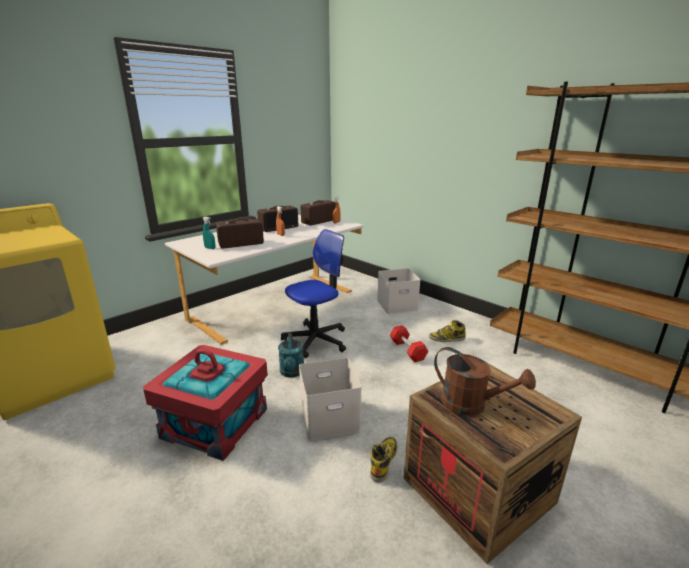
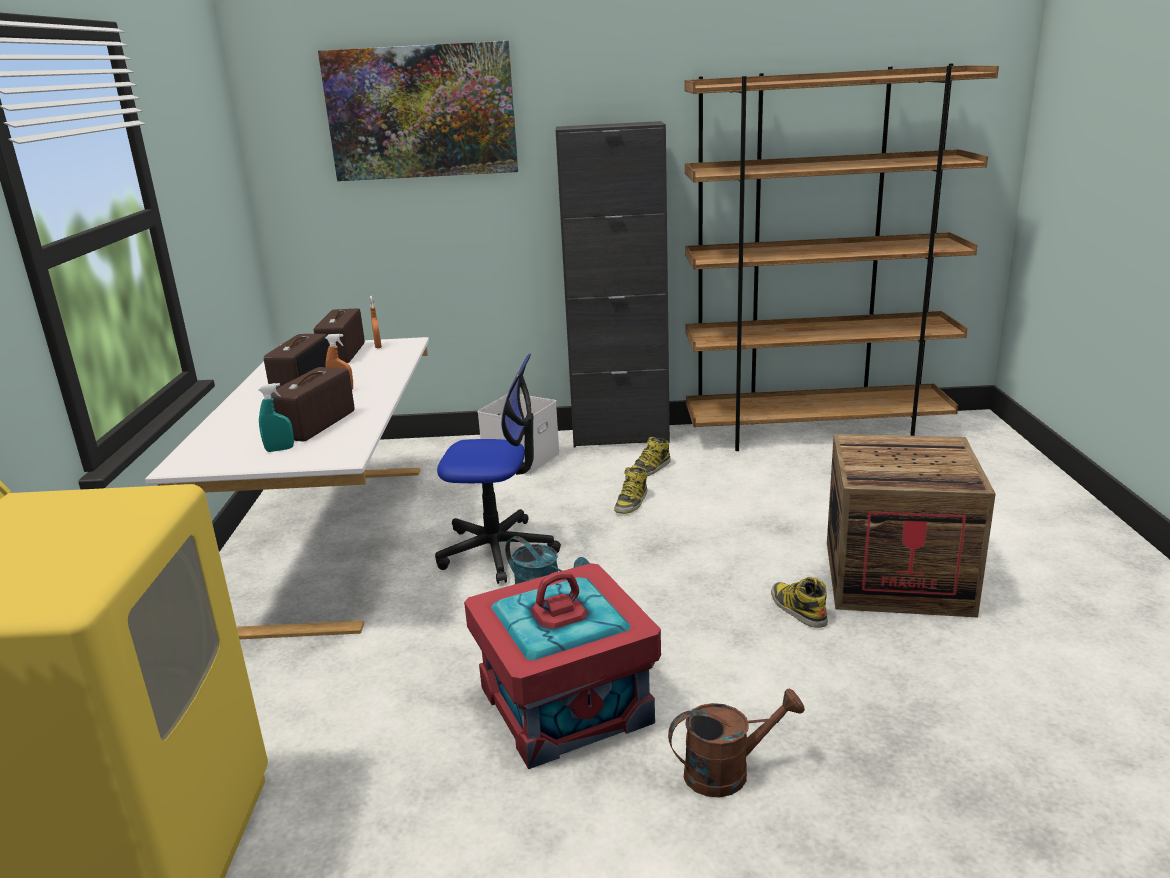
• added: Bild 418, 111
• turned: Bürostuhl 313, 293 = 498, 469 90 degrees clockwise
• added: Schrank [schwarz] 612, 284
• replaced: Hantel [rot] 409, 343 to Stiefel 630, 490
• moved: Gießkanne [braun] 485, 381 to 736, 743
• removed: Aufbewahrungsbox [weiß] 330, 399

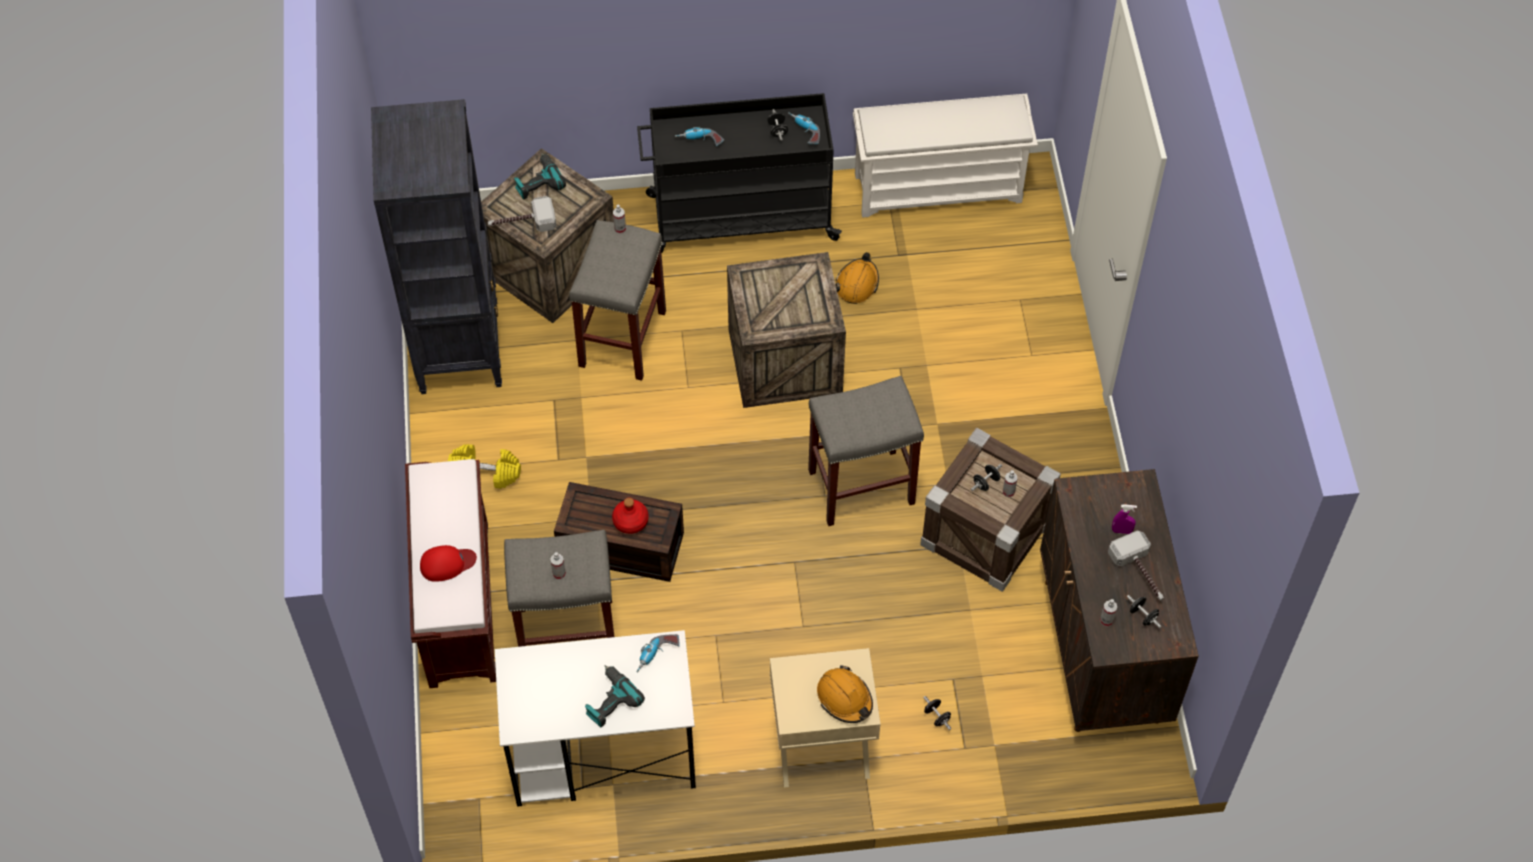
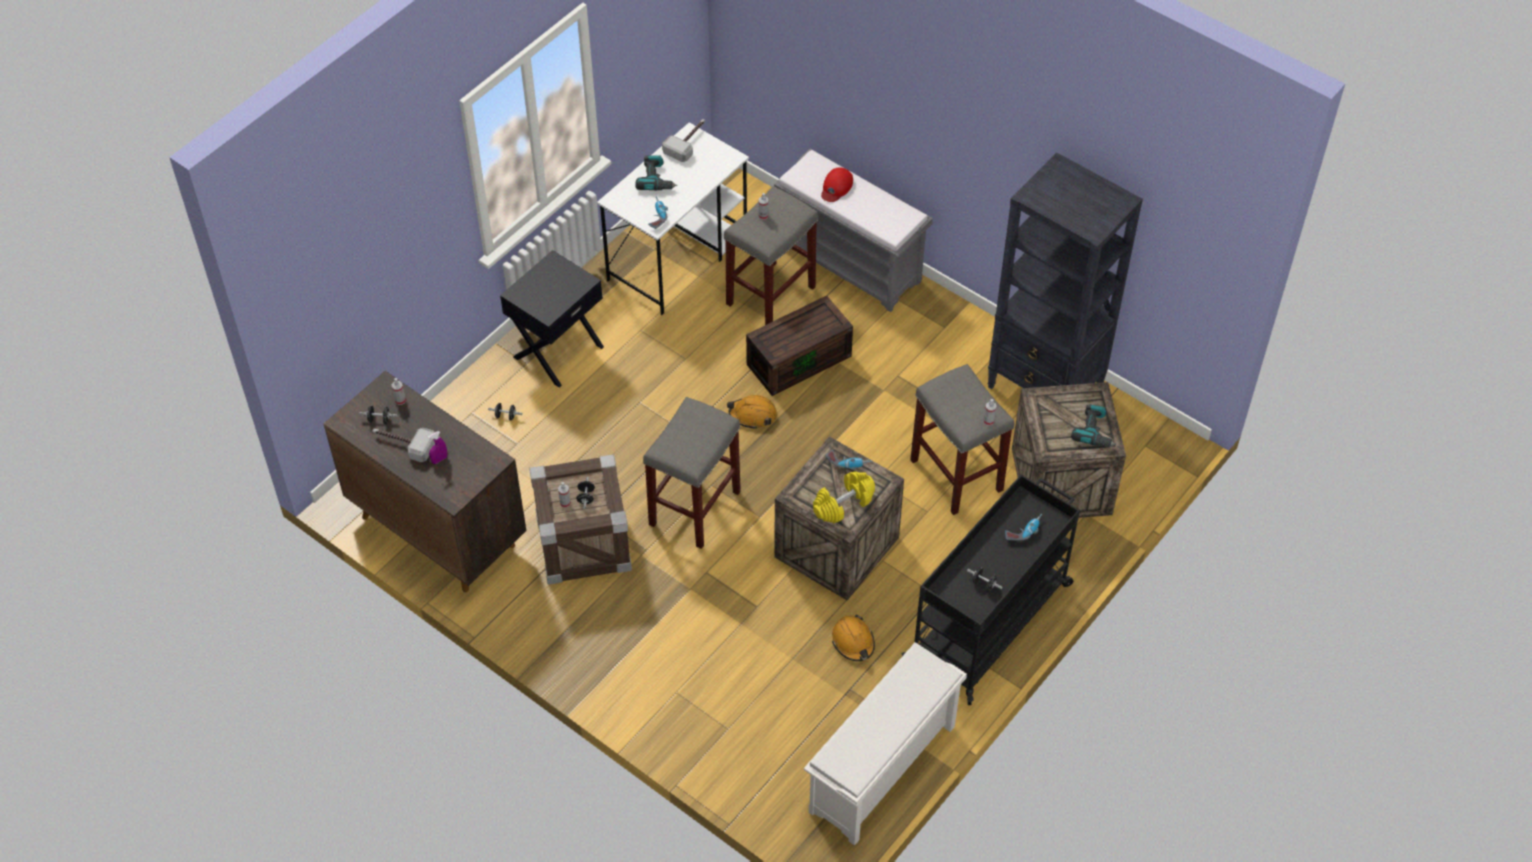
• recoloured: Nachttisch [beige] 825, 717 to Nachttisch [schwarz] 552, 319
• moved: Hammer 522, 214 to 683, 140
• moved: Schutzhelm [orange] 845, 694 to 752, 412
• recoloured: Bank [braun] 450, 573 to Bank [grau] 853, 230
• moved: Hantel [gelb] 484, 466 to 844, 498
• moved: Bohrmaschine 804, 128 to 849, 460
• removed: Flasche [rot] 630, 516

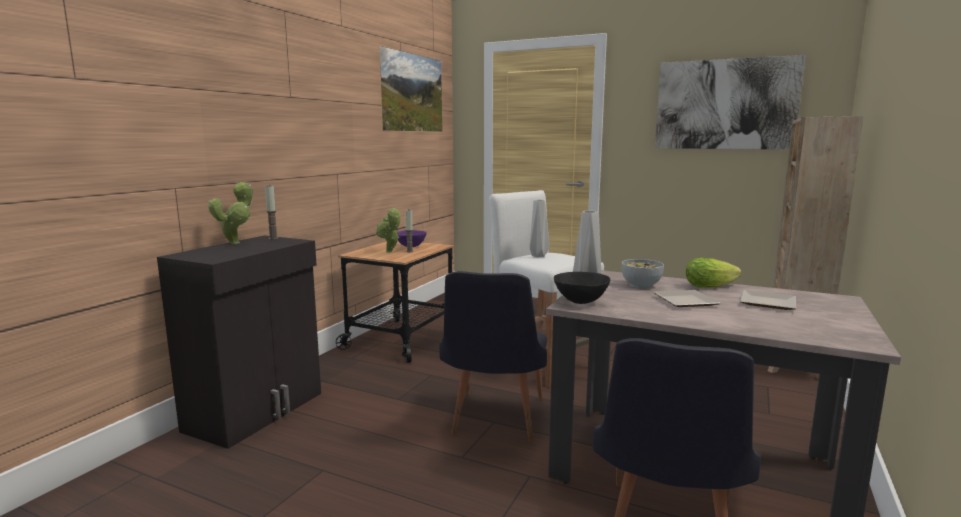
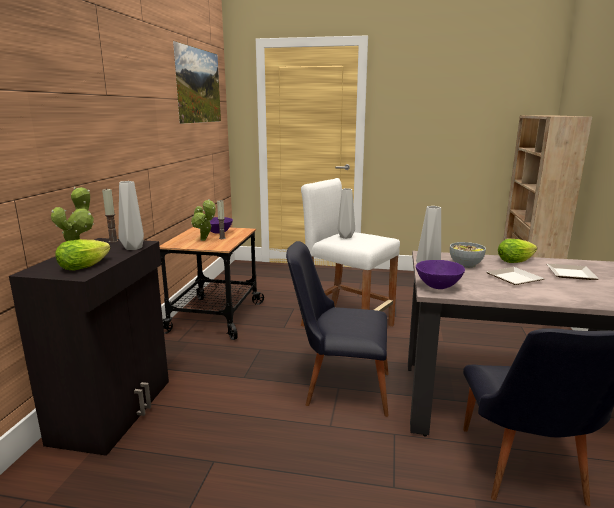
• added: Salatkopf 82, 254
• added: Vase [grau] 131, 215
• turned: Stuhl [schwarz] 493, 356 = 337, 329 105 degrees clockwise
• recoloured: Schüssel [schwarz] 582, 288 to Schüssel [lila] 440, 274
• removed: Bild 730, 102

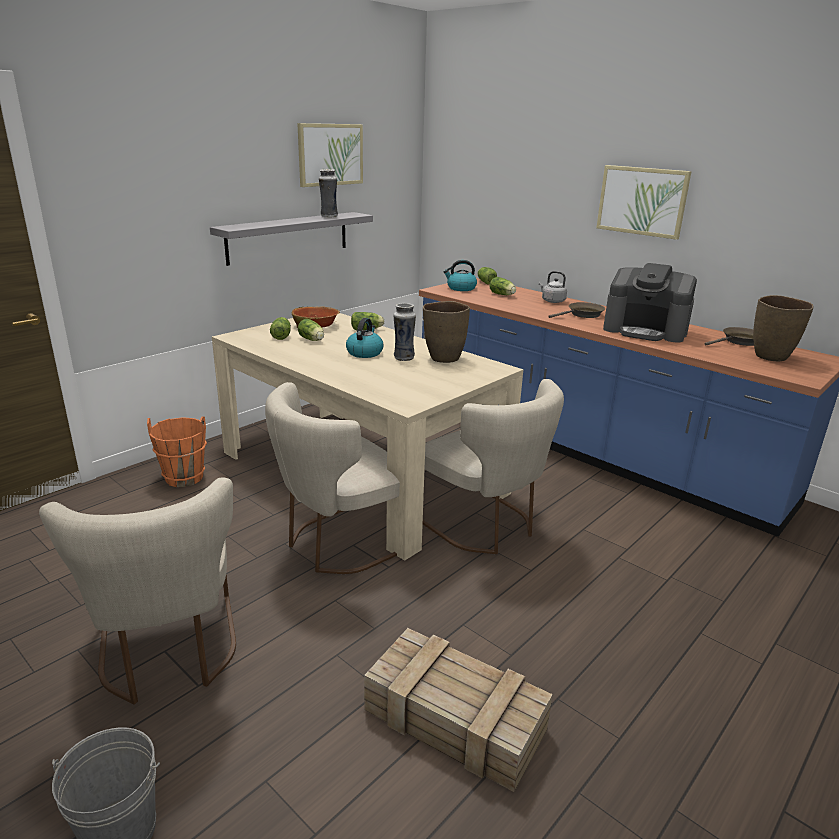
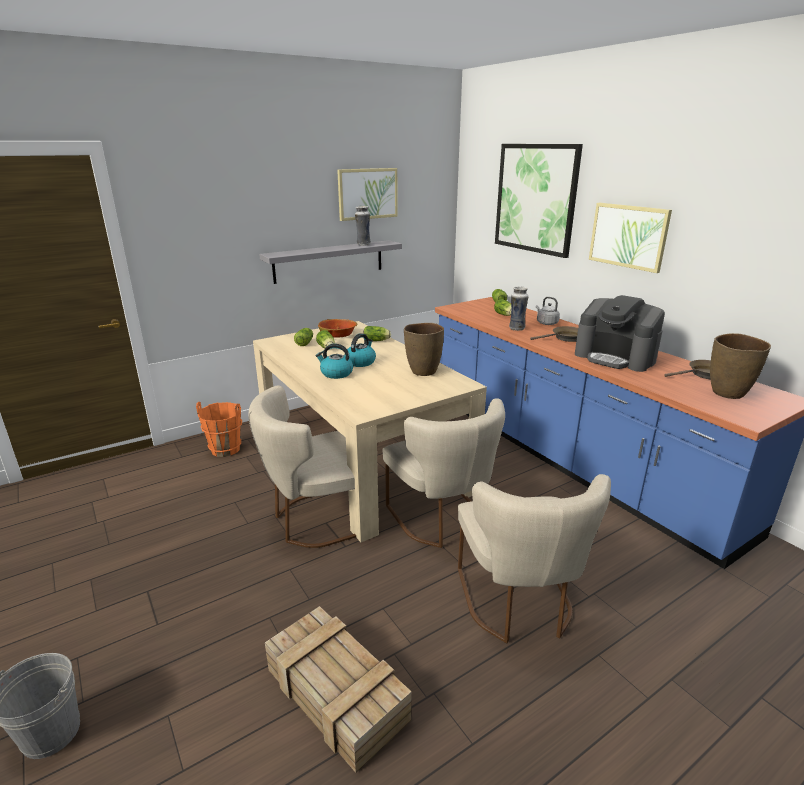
• moved: Wasserkessel 460, 275 to 334, 361
• moved: Stuhl [beige] 137, 591 to 534, 558
• added: Bild 539, 201
• moved: Vase 404, 332 to 518, 308

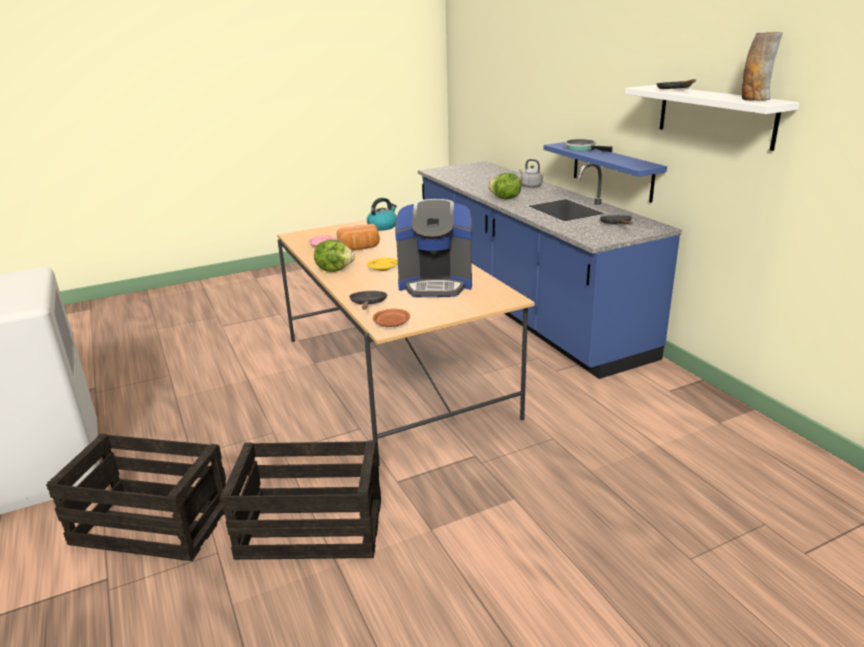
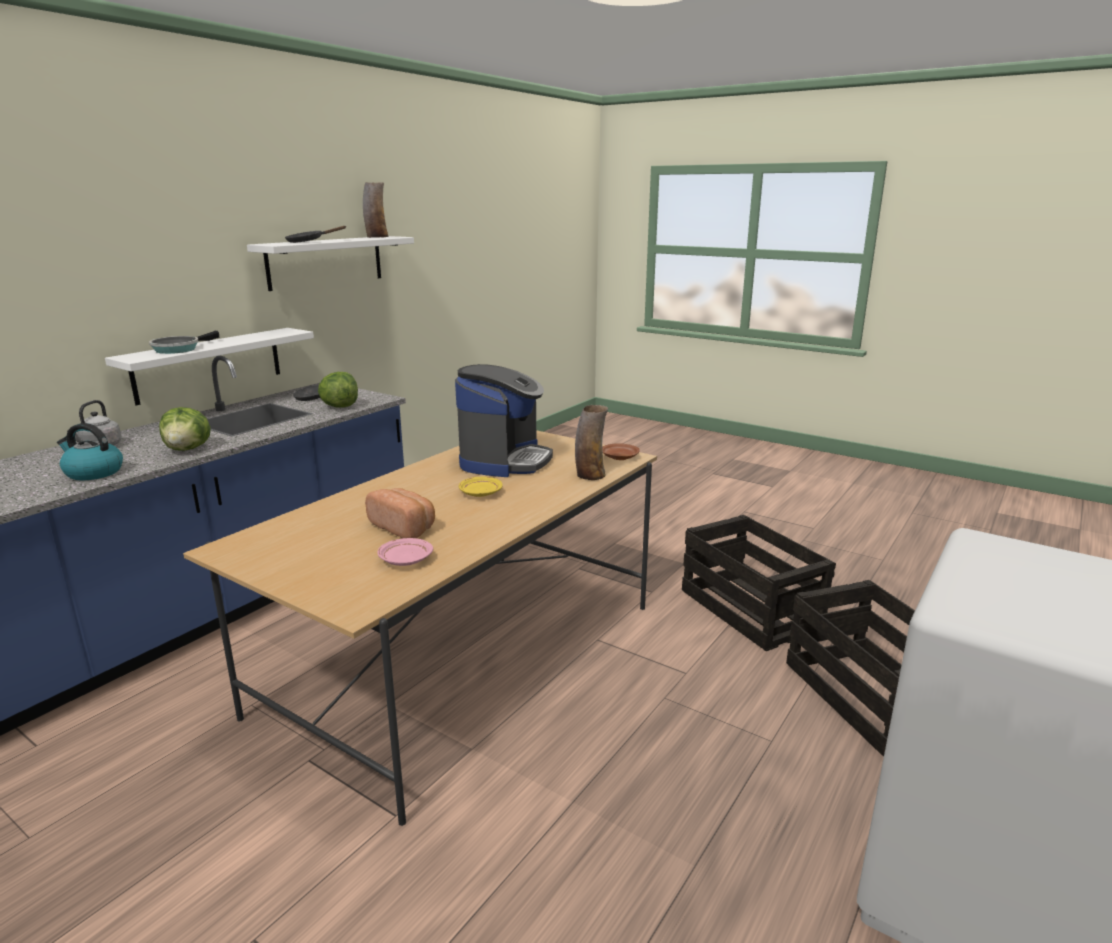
• moved: Wasserkessel 382, 214 to 90, 451
• recoloured: Wandregal [blau] 605, 172 to Wandregal [weiß] 209, 367
• moved: Salatkopf 334, 255 to 338, 390
• turned: Kaffeemaschine 433, 248 = 504, 420 45 degrees clockwise
• replaced: Pfanne [schwarz] 368, 300 to Vase 591, 442

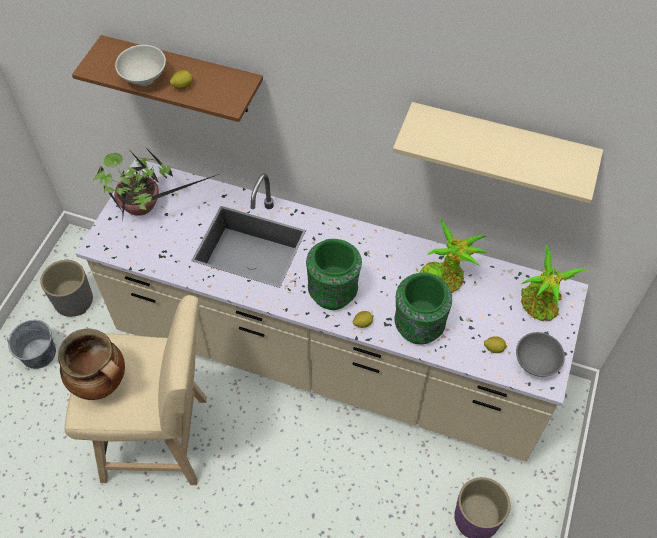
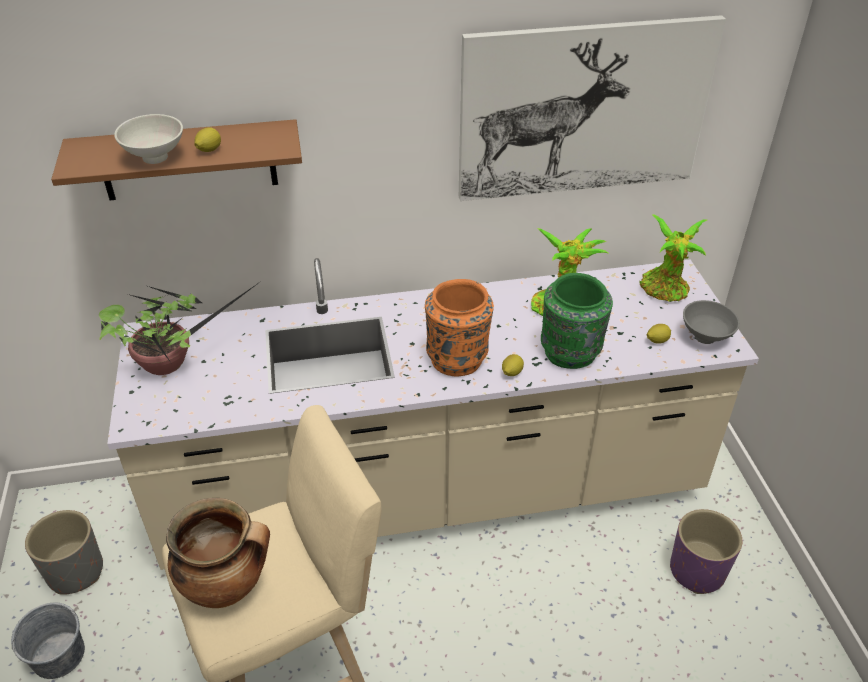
• recoloured: Vase [grün] 334, 274 to Vase [orange] 459, 327
• replaced: Wandregal [beige] 498, 152 to Bild 592, 108

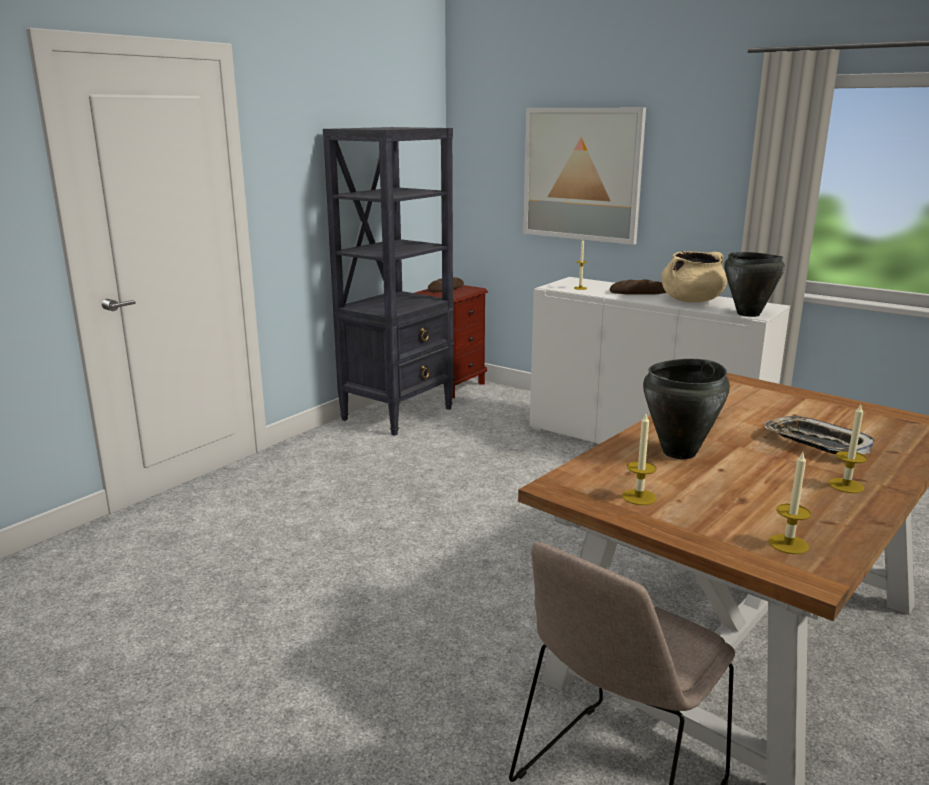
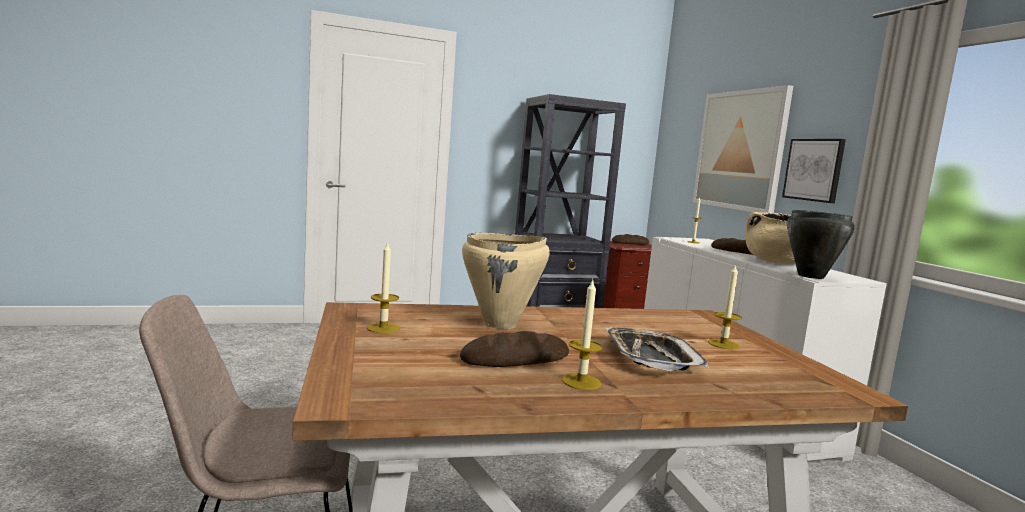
• added: Brot 514, 349
• recoloured: Kochtopf [schwarz] 686, 409 to Kochtopf [beige] 506, 281
• moved: Kerze 789, 503 to 725, 306
• added: Bild 814, 171

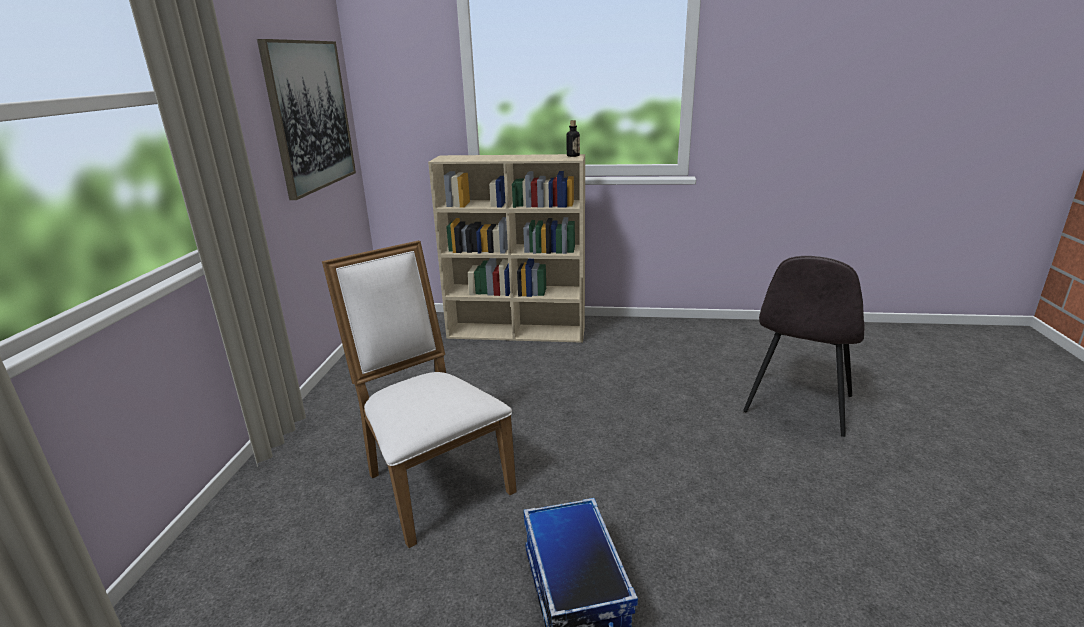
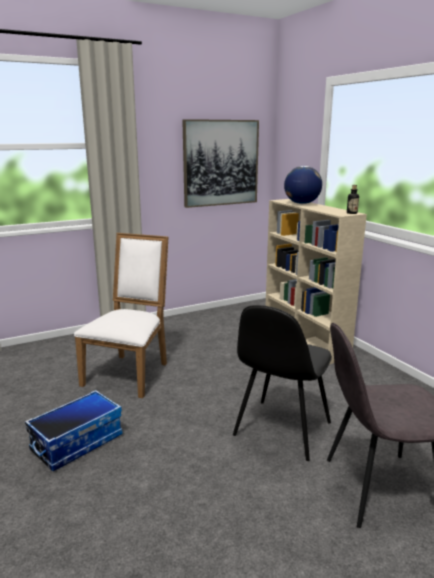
• added: Stuhl [schwarz] 282, 383
• added: Globus 303, 185

